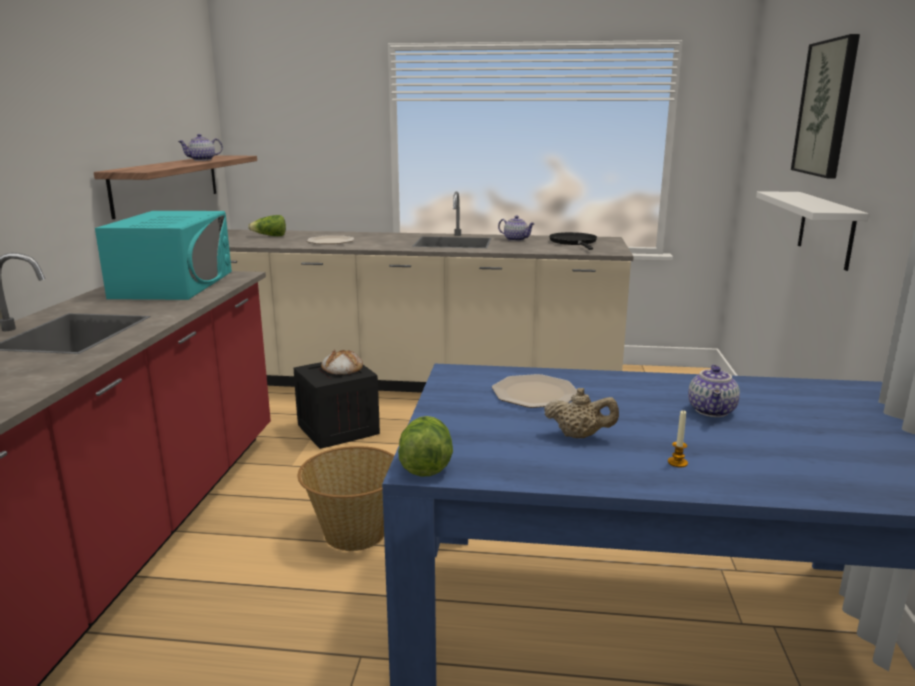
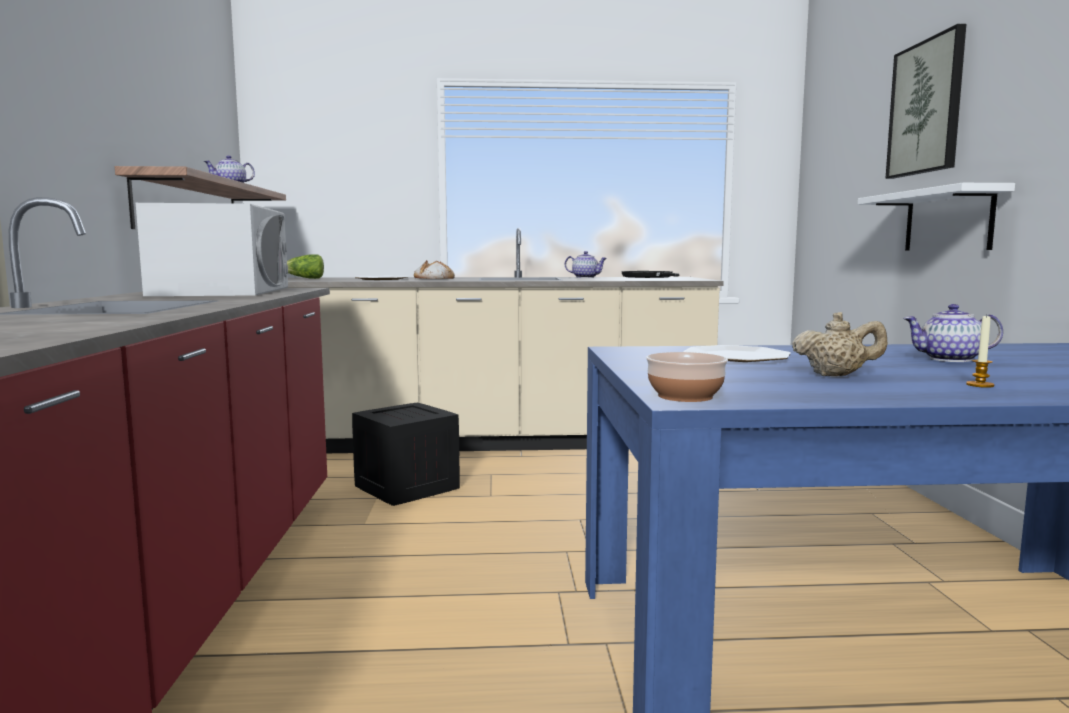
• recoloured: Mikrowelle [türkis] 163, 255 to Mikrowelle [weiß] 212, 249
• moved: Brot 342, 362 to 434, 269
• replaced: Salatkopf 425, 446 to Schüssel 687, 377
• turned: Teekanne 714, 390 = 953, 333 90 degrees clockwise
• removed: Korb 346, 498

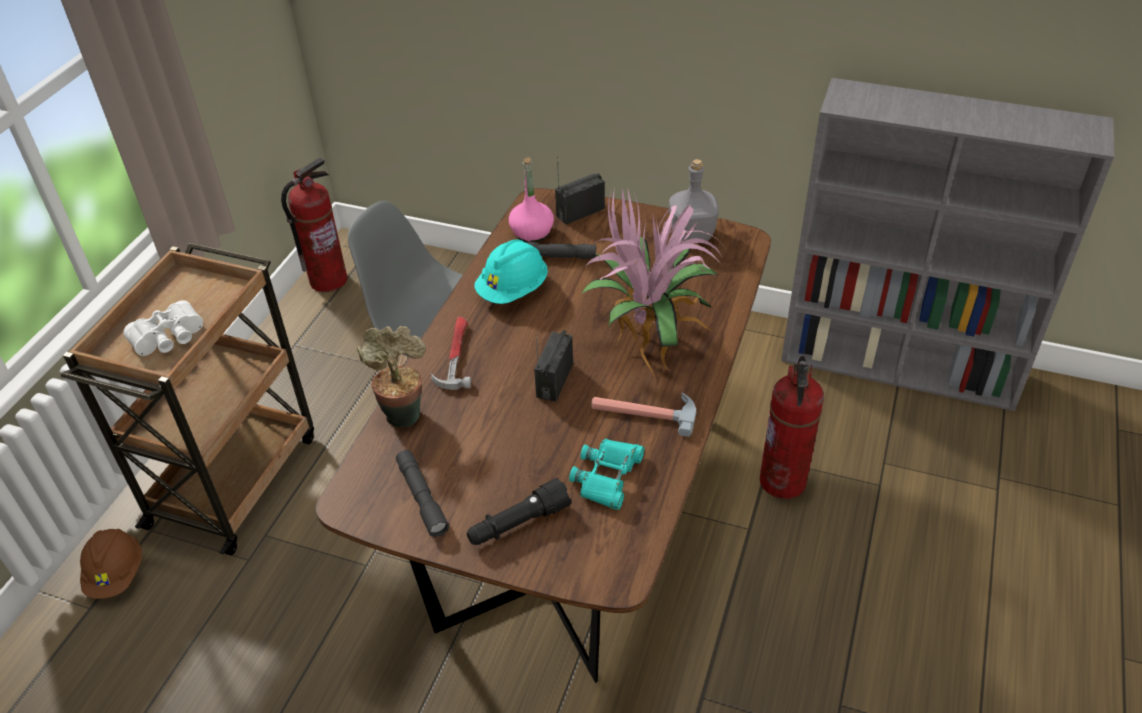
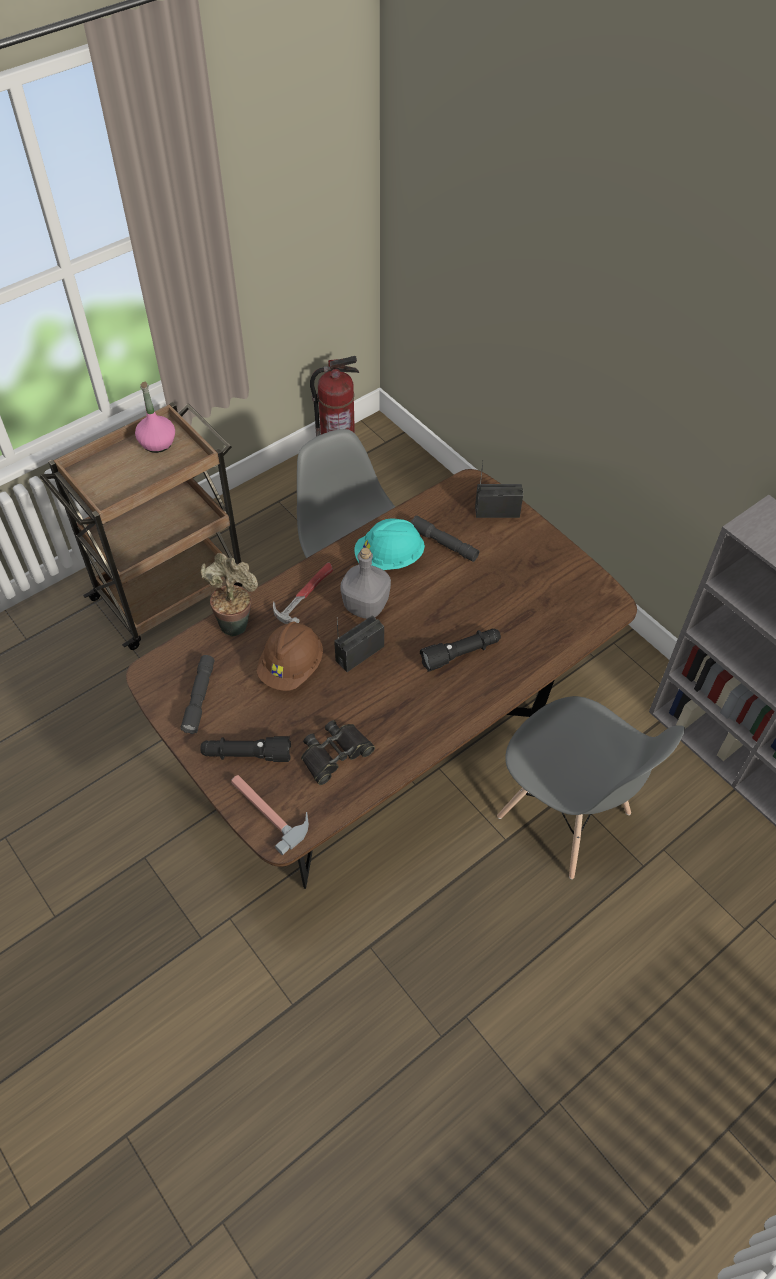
• moved: Flasche [rosa] 531, 200 to 155, 417
• moved: Hammer 643, 415 to 270, 815
• moved: Schutzhelm [braun] 111, 564 to 289, 656
• recoloured: Fernglas [türkis] 606, 474 to Fernglas [schwarz] 338, 752
• moved: Flasche [grau] 694, 200 to 365, 583
• replaced: Topfpflanze 654, 284 to Taschenlampe [schwarz] 460, 650
• replaced: Feuerlöscher 792, 427 to Stuhl [grau] 591, 787
• removed: Fernglas [weiß] 163, 328

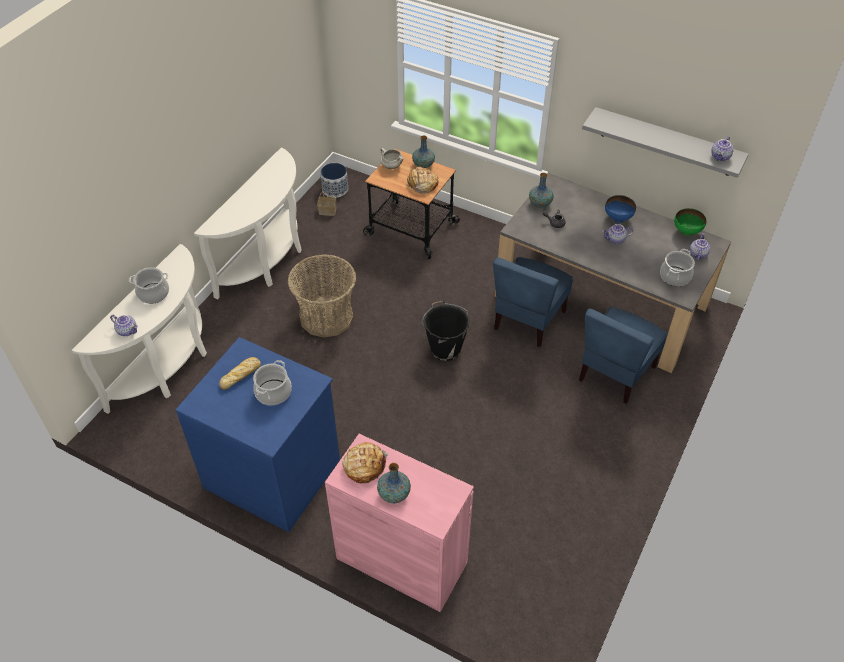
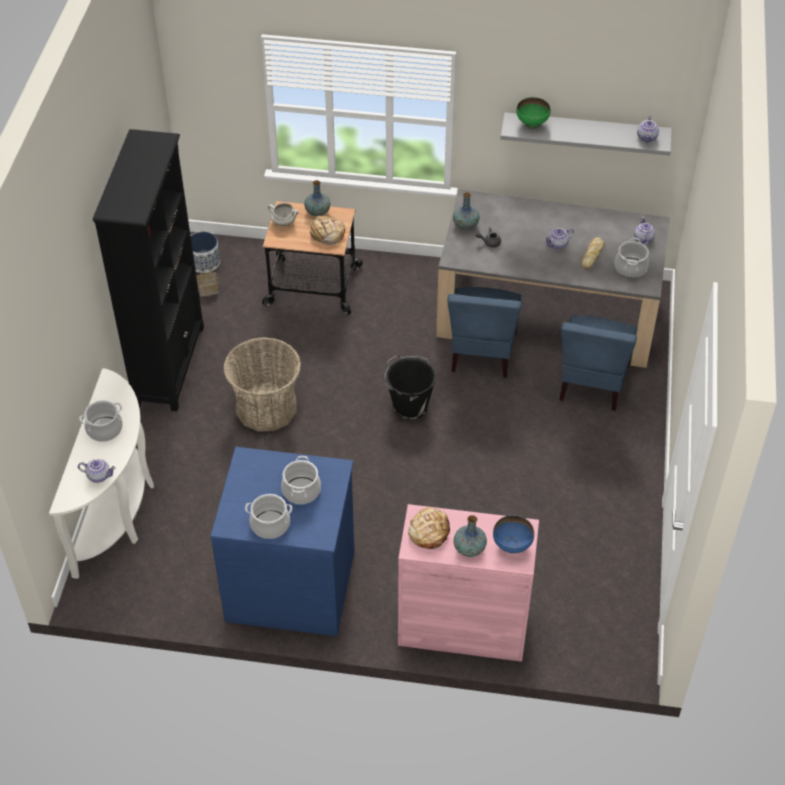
• replaced: Konsolentisch [weiß] 248, 223 to Bücherregal [schwarz] 148, 270
• added: Kochtopf 268, 516
• moved: Schüssel [blau] 620, 209 to 513, 534
• moved: Schüssel [grün] 690, 222 to 533, 113
• moved: Brot 240, 373 to 593, 253

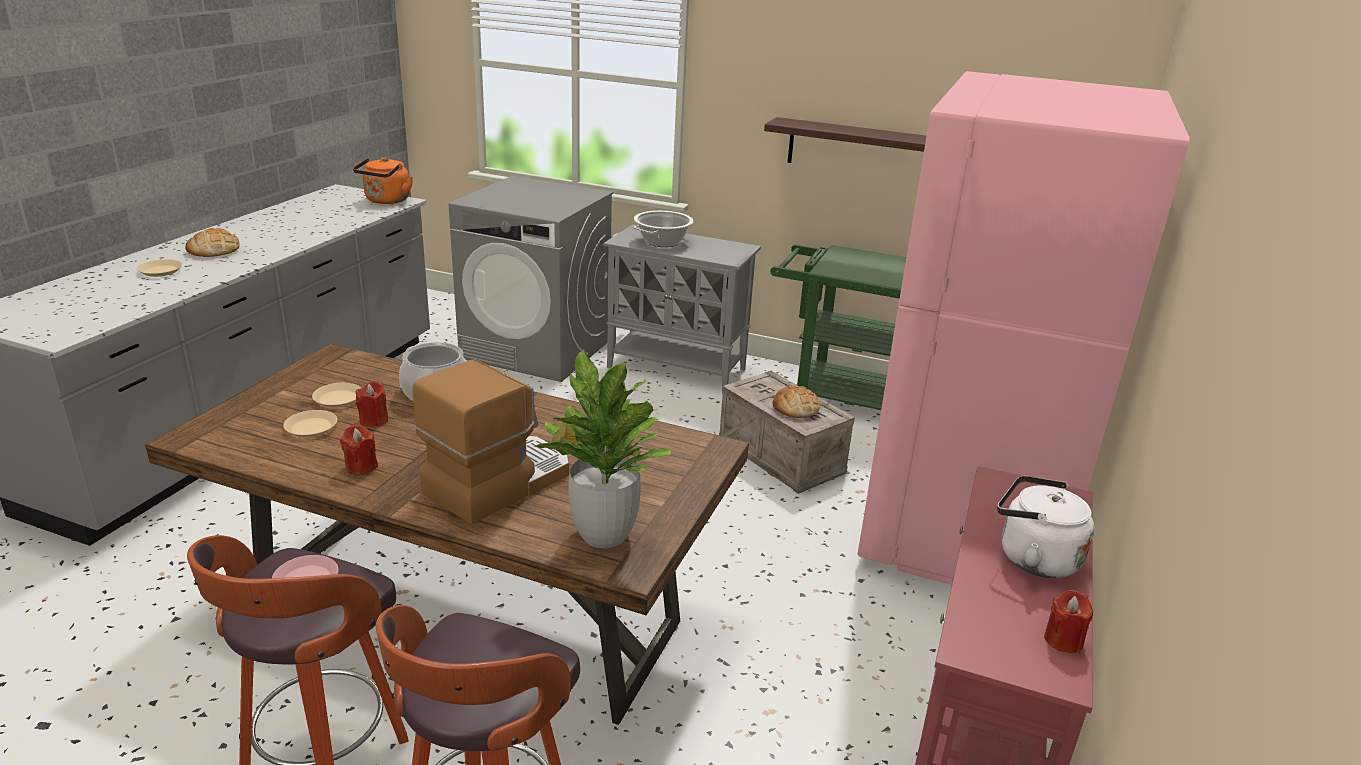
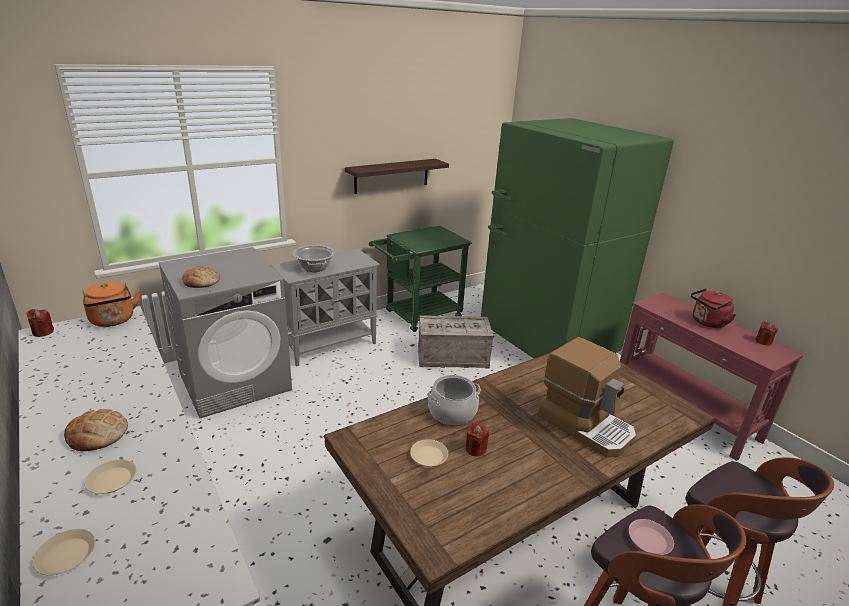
• moved: Kerze [rot] 359, 450 to 40, 323
• moved: Teller [beige] 310, 423 to 64, 552
• moved: Brot 796, 402 to 201, 277
• recoloured: Kühlschrank [rosa] 1023, 328 to Kühlschrank [grün] 577, 238
• turned: Kaffeemaschine 491, 441 = 587, 397 150 degrees clockwise
• recoloured: Wasserkessel [weiß] 1045, 527 to Wasserkessel [rot] 713, 308
• removed: Topfpflanze 602, 449

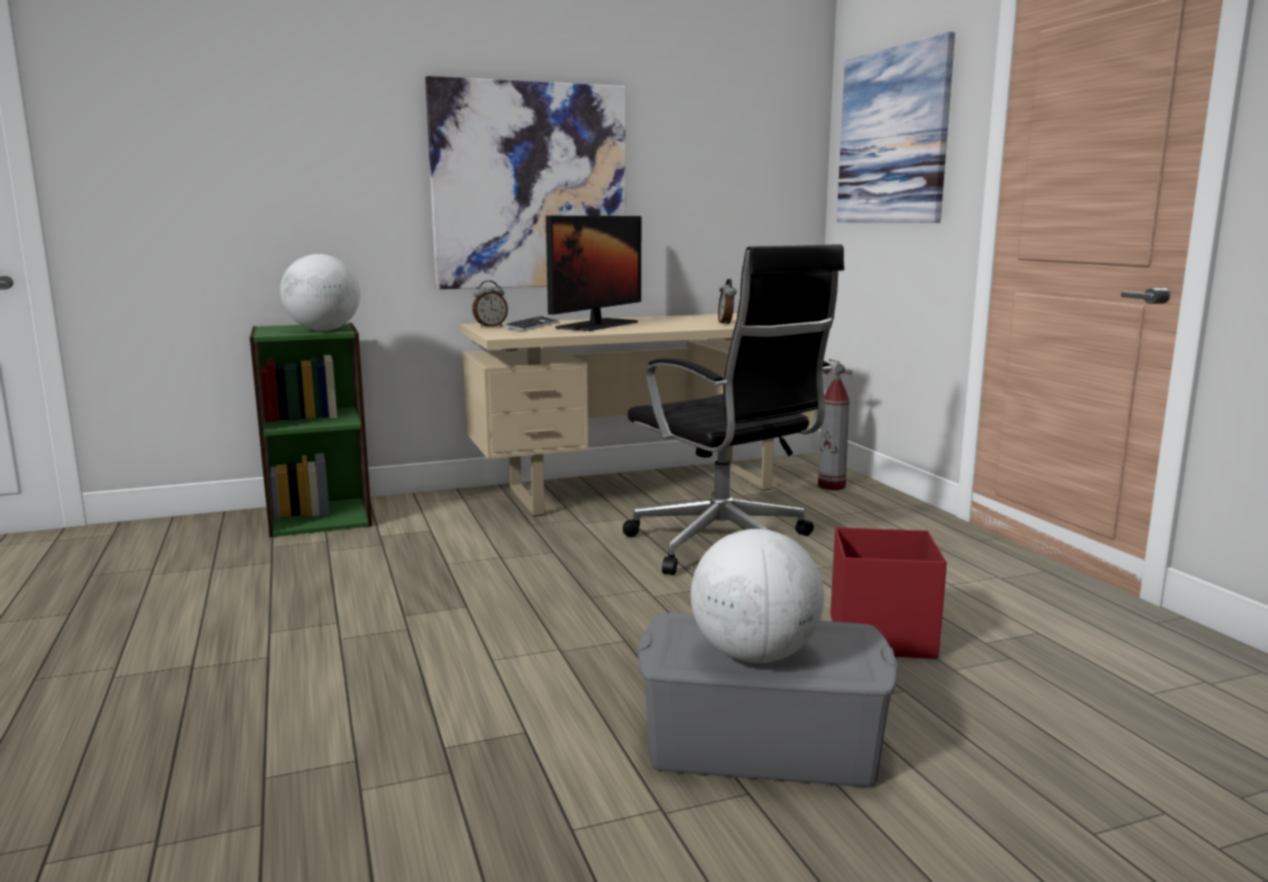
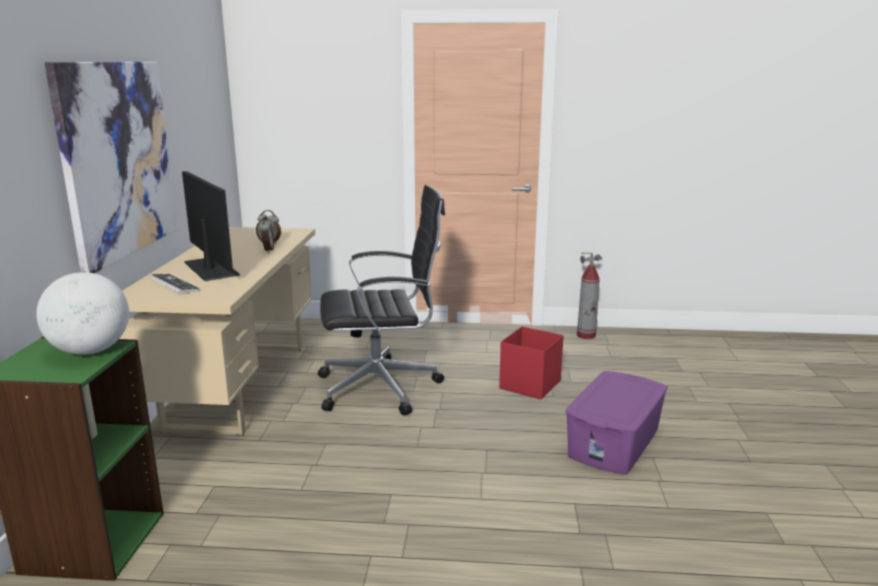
• moved: Wecker 490, 303 to 266, 234
• recoloured: Aufbewahrungsbox [grau] 768, 700 to Aufbewahrungsbox [lila] 616, 423
• moved: Feuerlöscher 835, 424 to 589, 295
• removed: Globus 757, 596
• removed: Bild 896, 127

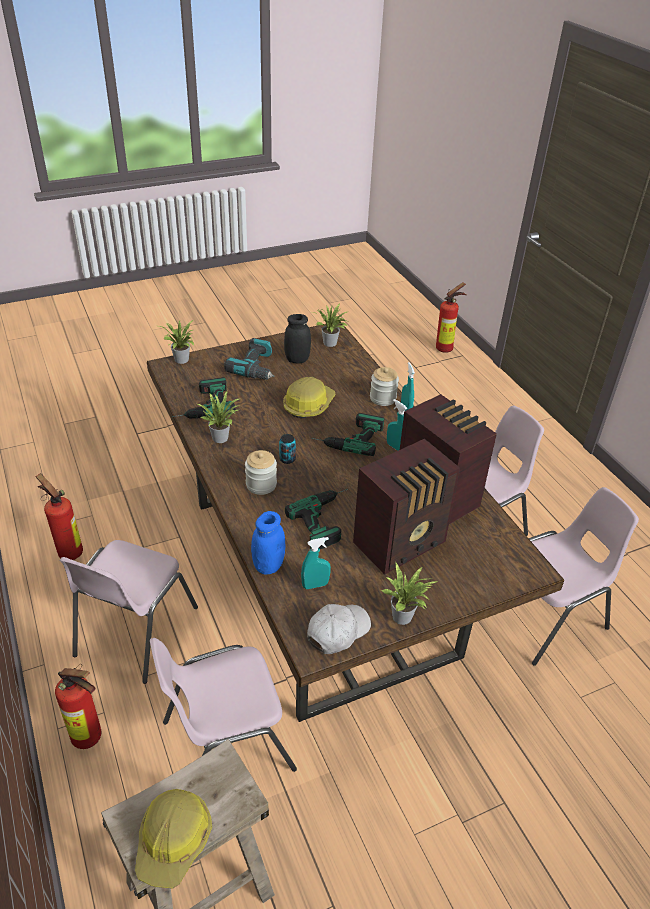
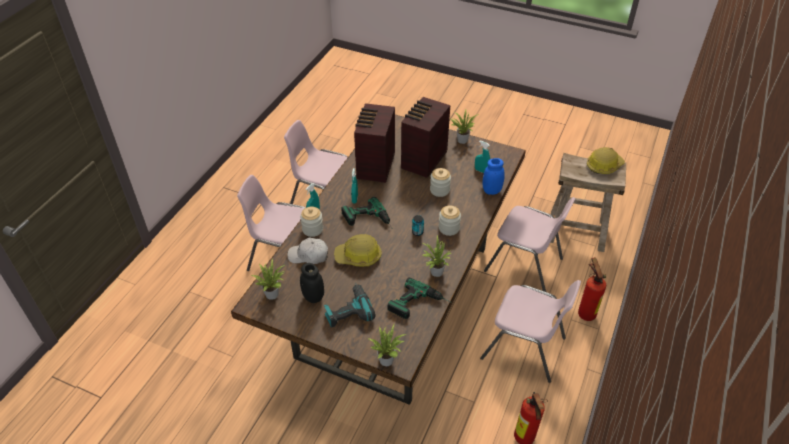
• moved: Kappe [weiß] 339, 629 to 307, 250
• turned: Radio 406, 507 = 425, 137 75 degrees counterclockwise
• replaced: Bohrmaschine 316, 519 to Vorratsglas 440, 182
• turned: Stuhl [rosa] 128, 612 = 530, 331 45 degrees clockwise
• removed: Feuerlöscher 451, 318

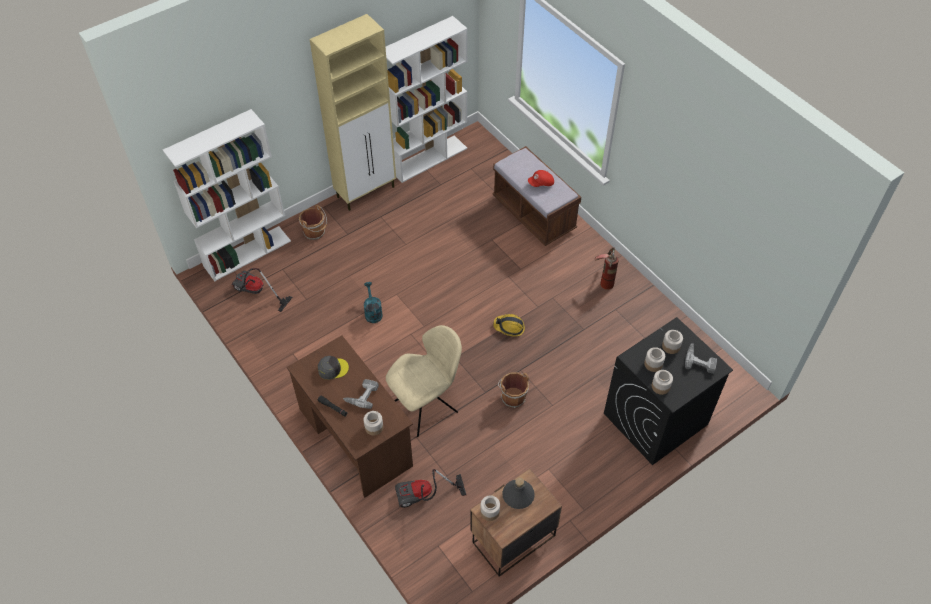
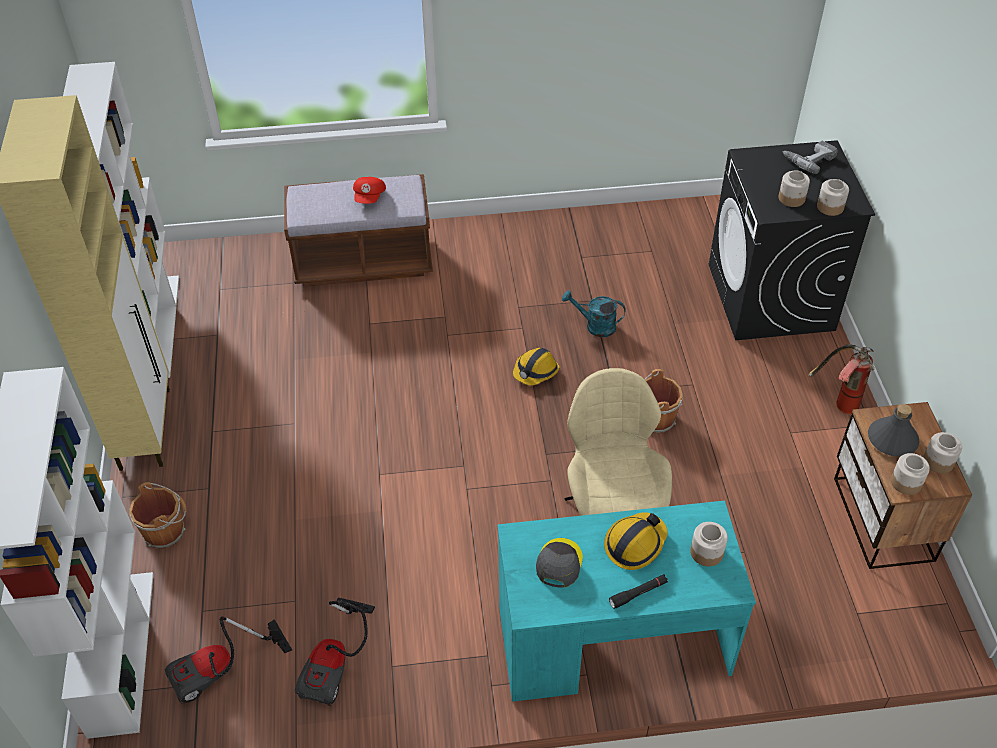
• moved: Staubsauger 430, 488 to 335, 651
• recoloured: Schreibtisch [braun] 350, 416 to Schreibtisch [türkis] 626, 601
• moved: Gießkanne [türkis] 373, 302 to 594, 313
• replaced: Bohrmaschine 361, 394 to Schutzhelm 636, 541
• moved: Feuerlöscher 606, 269 to 841, 379
• moved: Vorratsglas 672, 342 to 942, 452

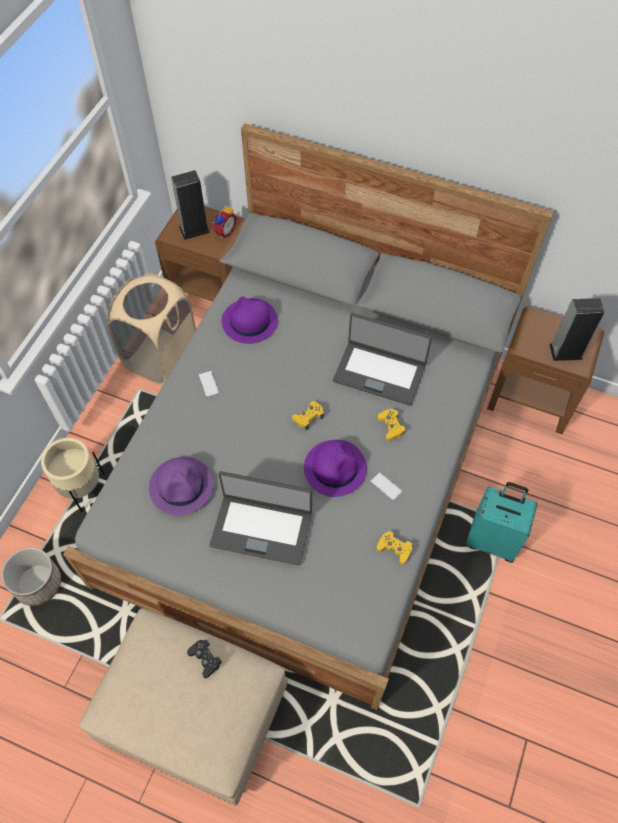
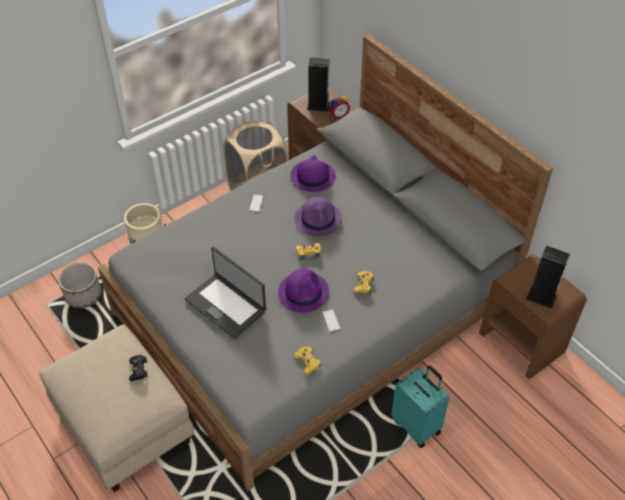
• moved: Hut [lila] 181, 486 to 318, 216
• removed: Laptop 382, 359

